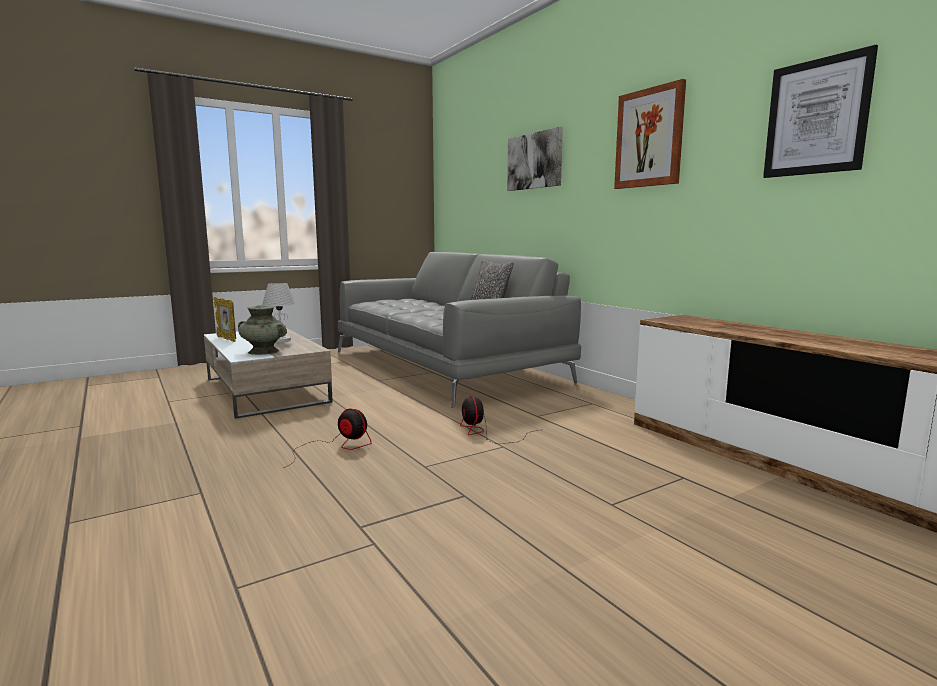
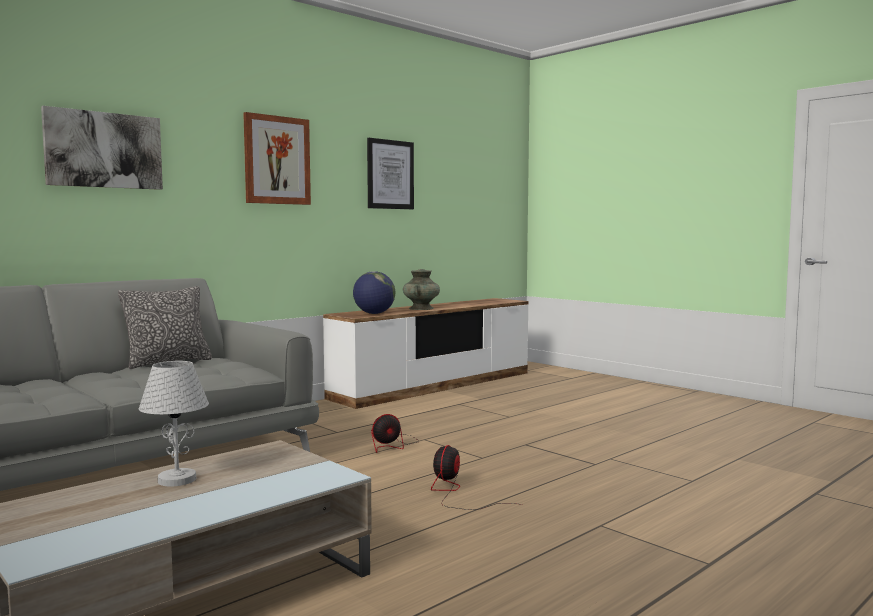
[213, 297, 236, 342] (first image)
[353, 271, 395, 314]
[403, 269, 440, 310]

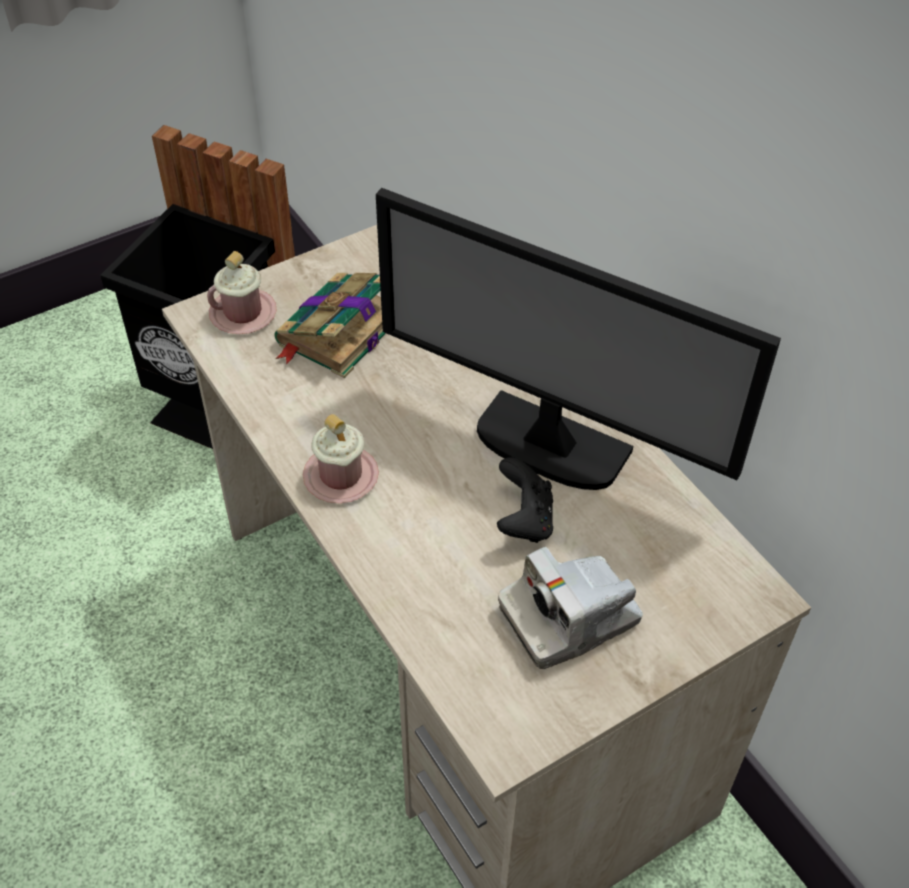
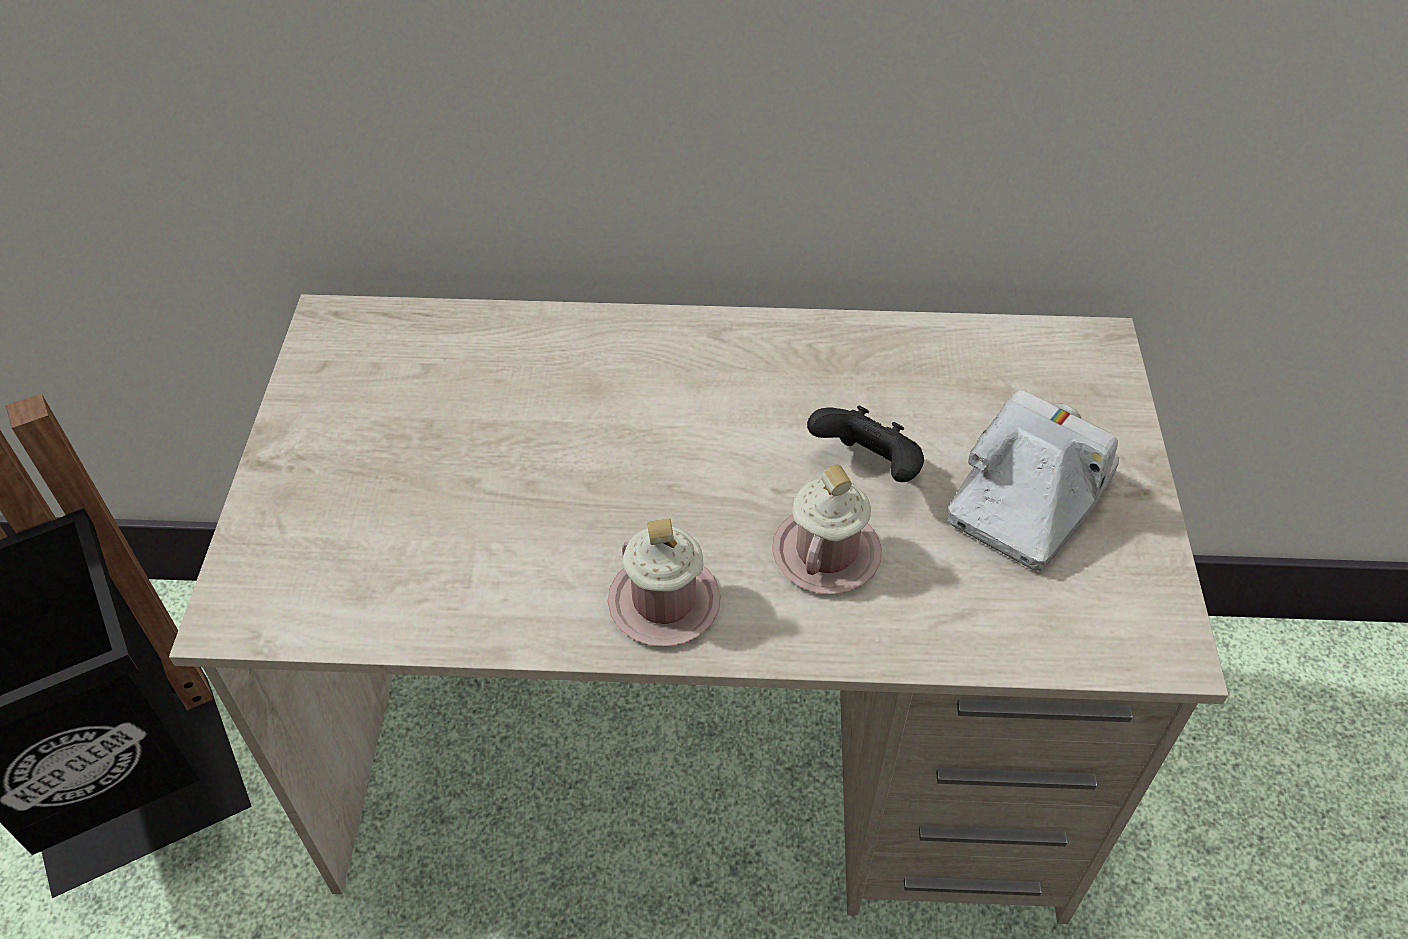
[275, 273, 386, 378] (first image)
[376, 188, 781, 490] (first image)
[772, 465, 882, 594]
[948, 390, 1119, 571]

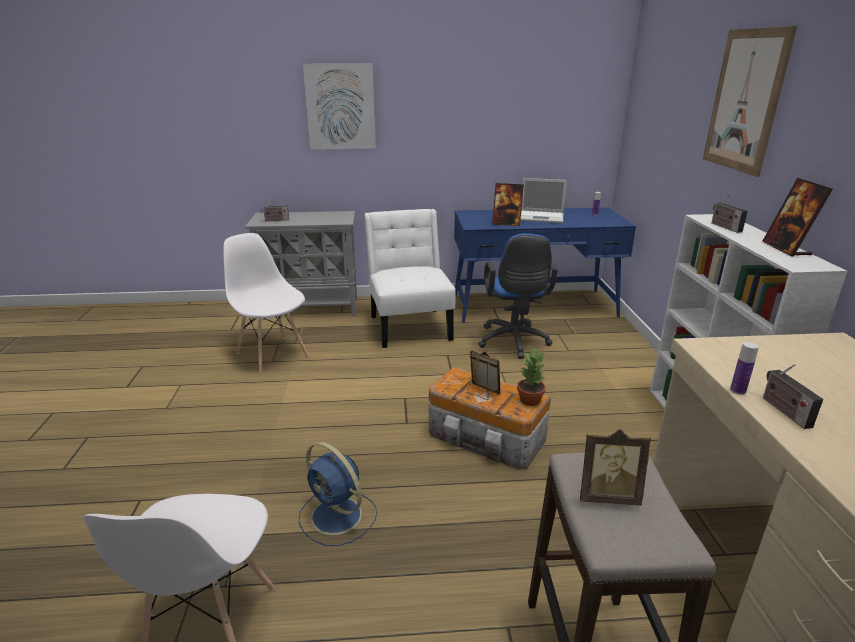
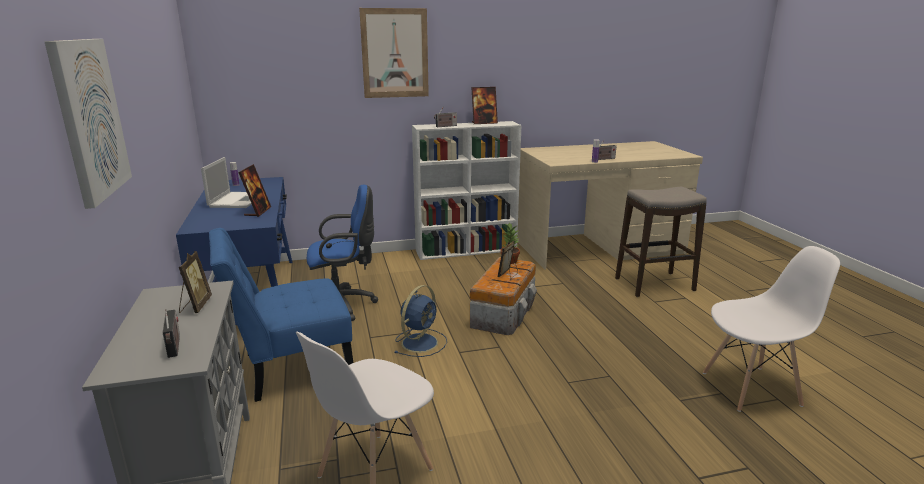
[395, 285, 447, 357]
[179, 251, 212, 313]
[209, 228, 354, 402]

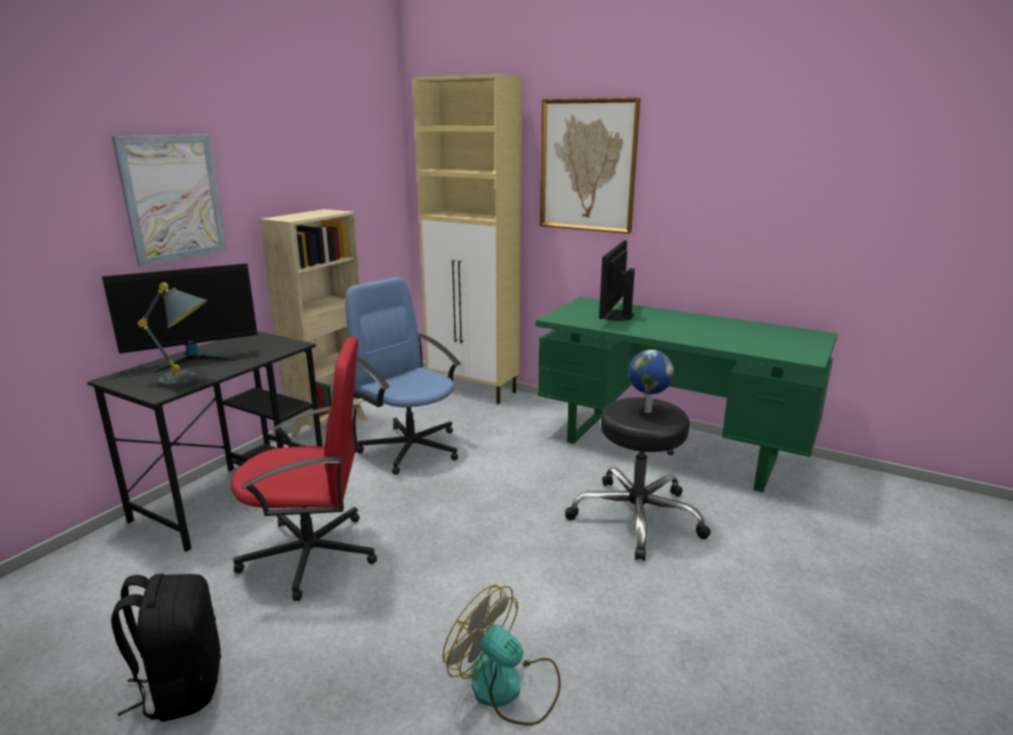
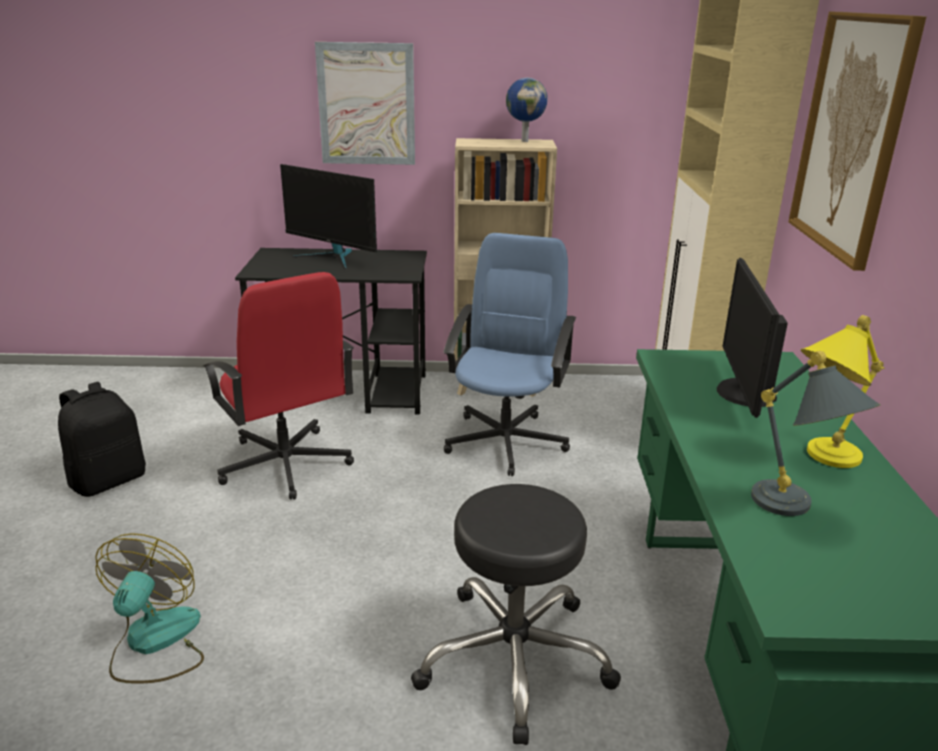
[801, 315, 885, 468]
[751, 351, 881, 516]
[506, 78, 548, 142]
[717, 258, 788, 418]

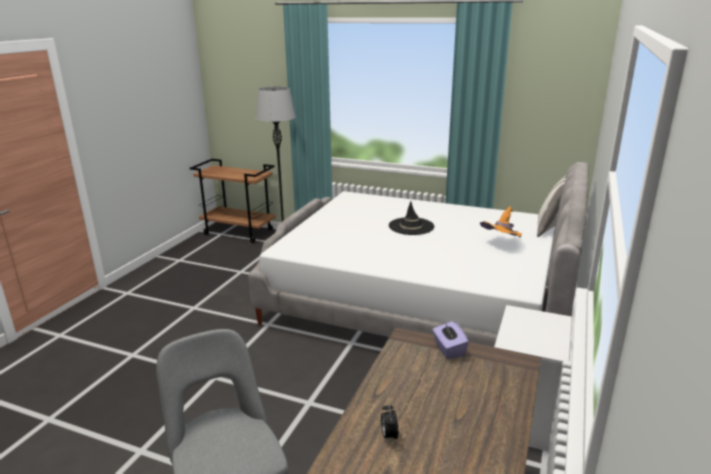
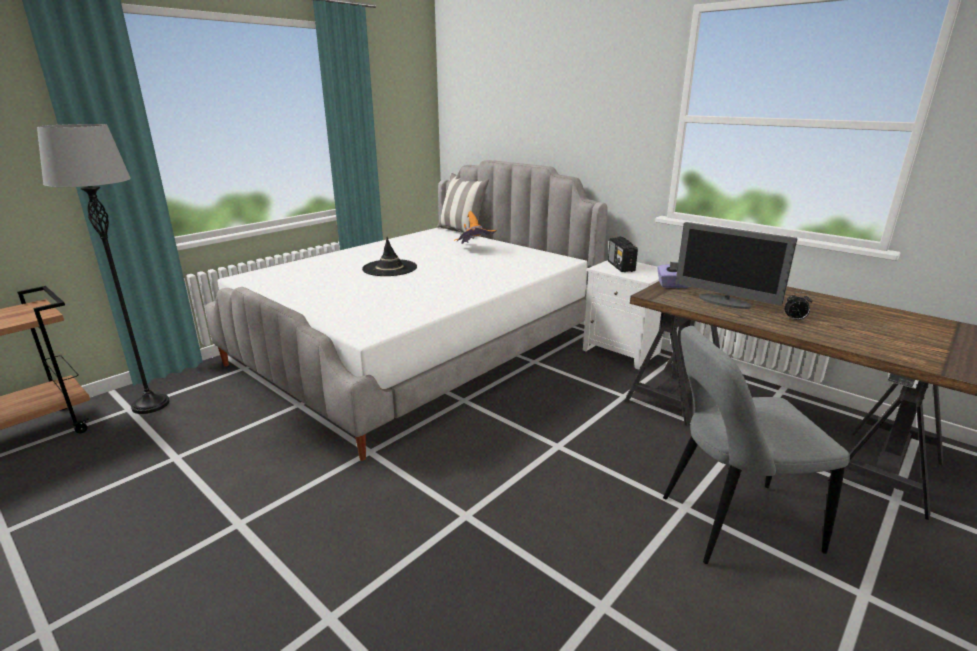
[608, 237, 638, 272]
[675, 222, 797, 309]

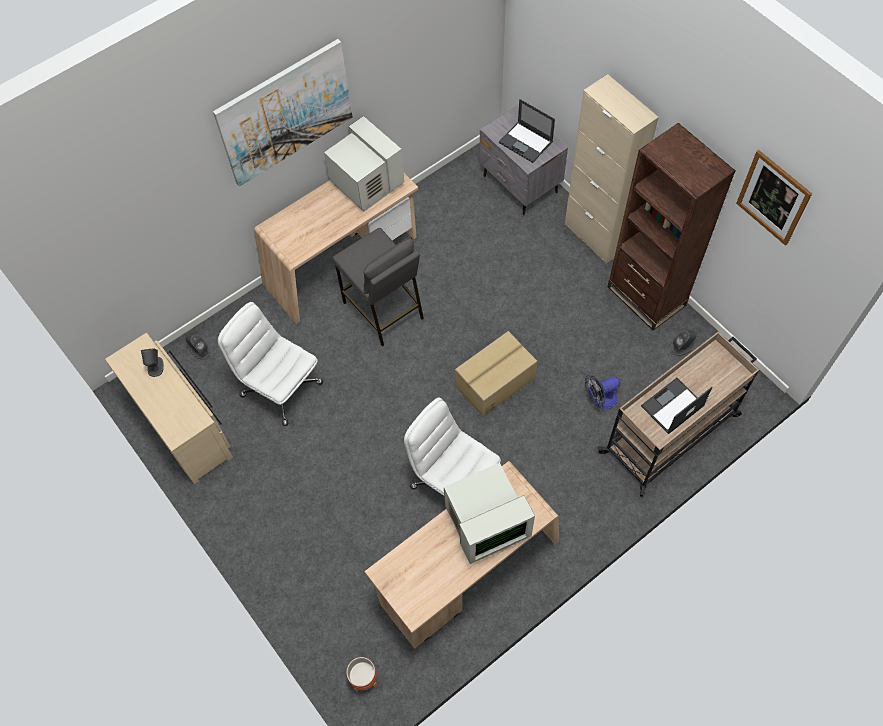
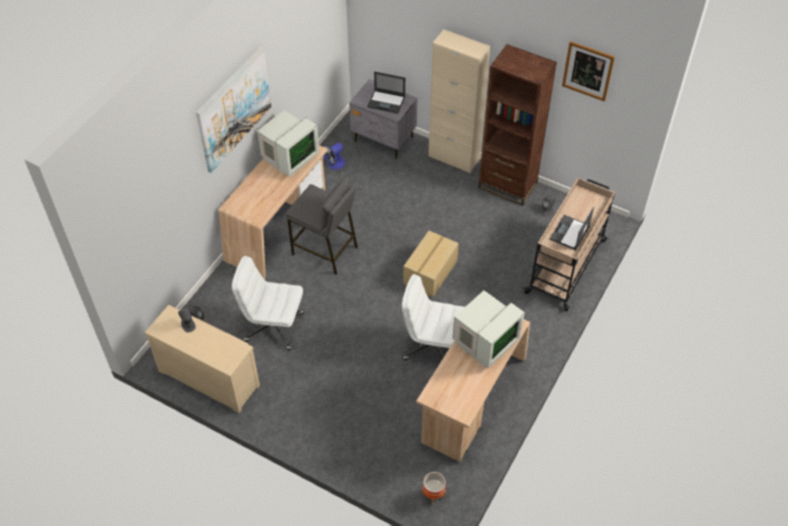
[320, 143, 345, 170]
[257, 110, 319, 177]

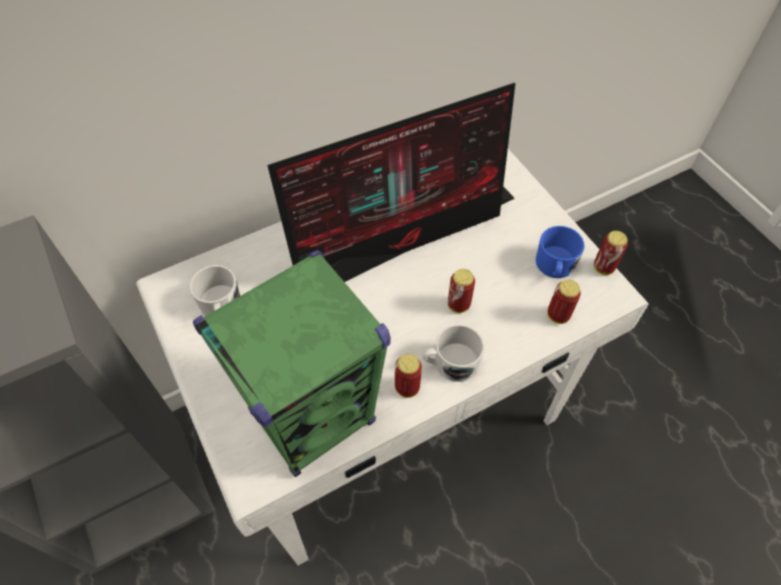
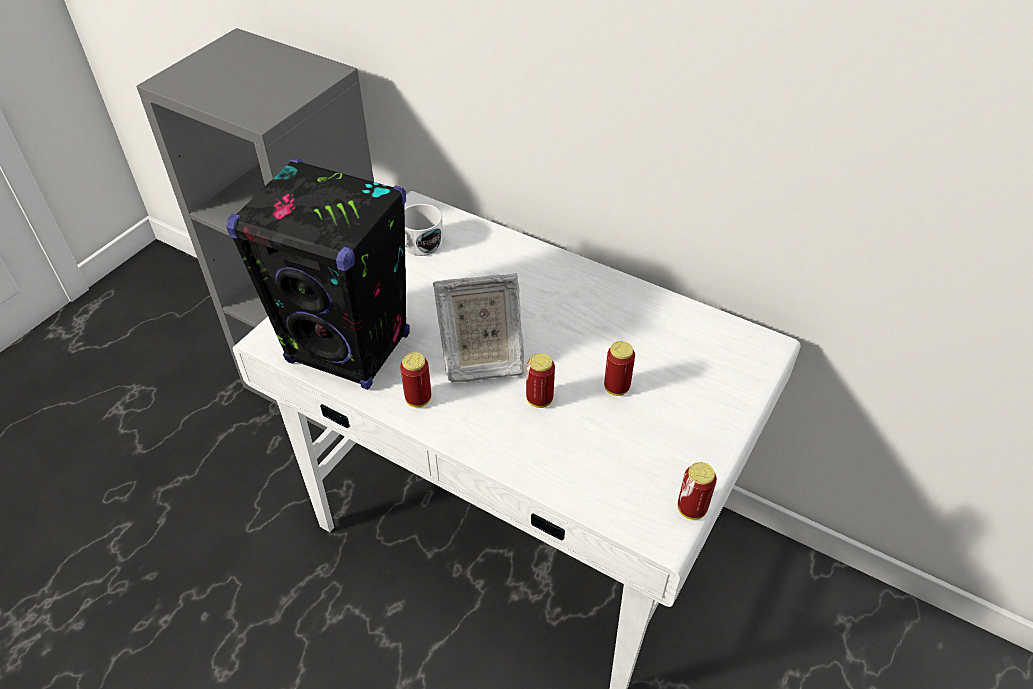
[267, 83, 515, 282] (first image)
[423, 325, 484, 382] (first image)
[536, 226, 585, 278] (first image)
[433, 273, 524, 382]
[604, 341, 635, 396]
[226, 158, 410, 390]

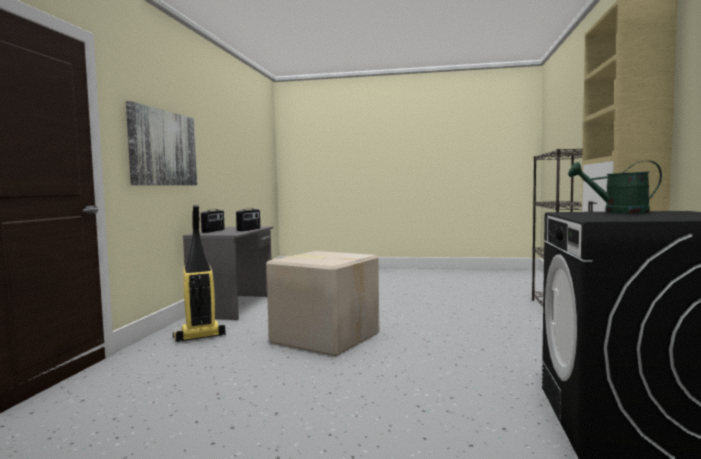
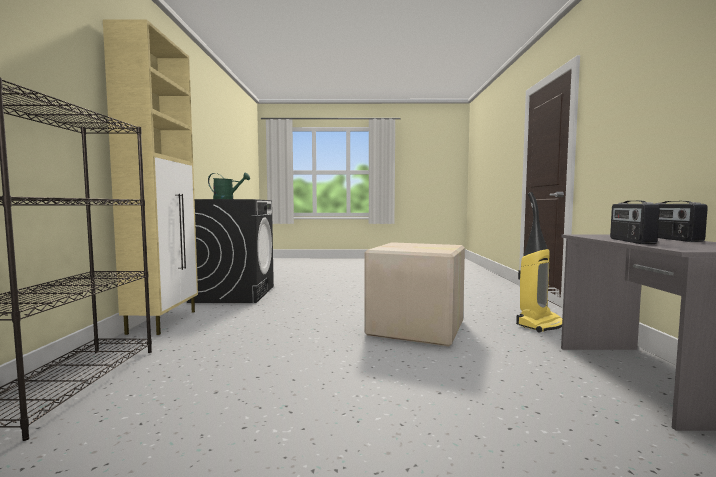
[126, 101, 197, 185] (first image)

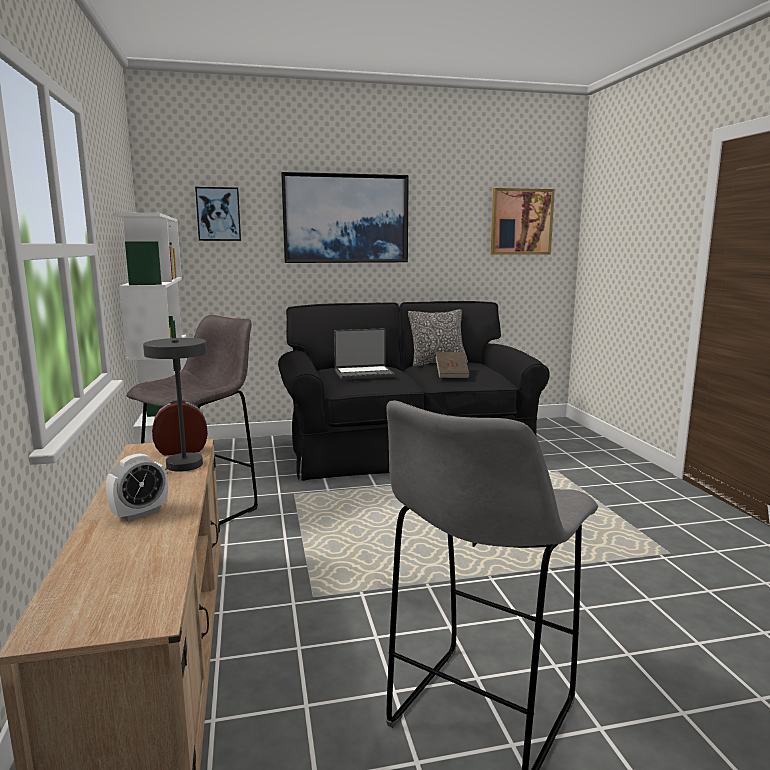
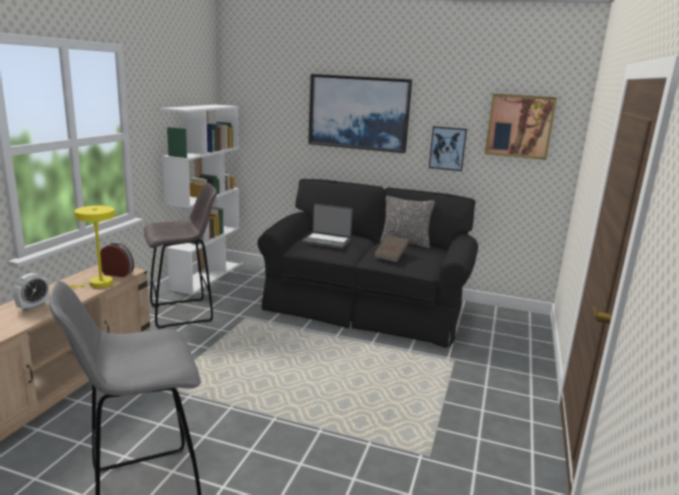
[429, 126, 467, 171]
[68, 206, 115, 289]
[13, 273, 49, 311]

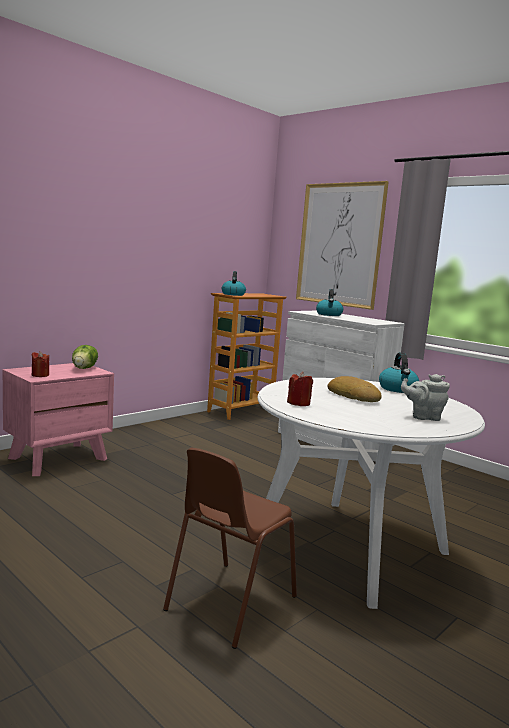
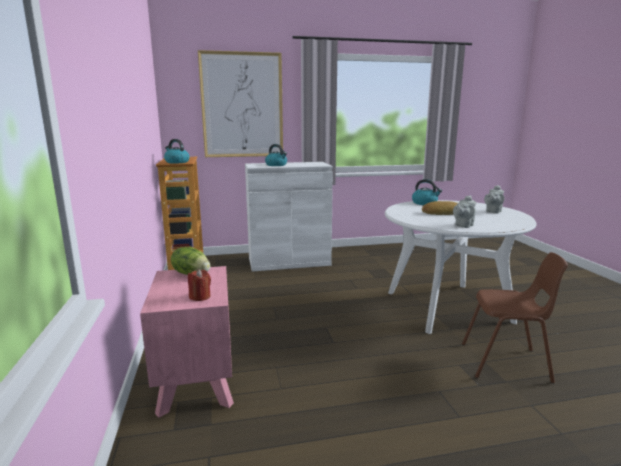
[453, 195, 476, 228]
[462, 252, 568, 384]

